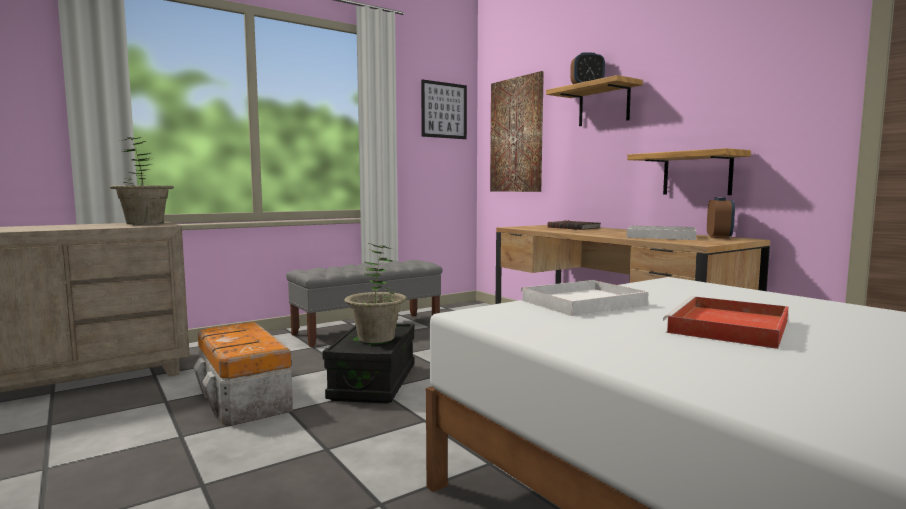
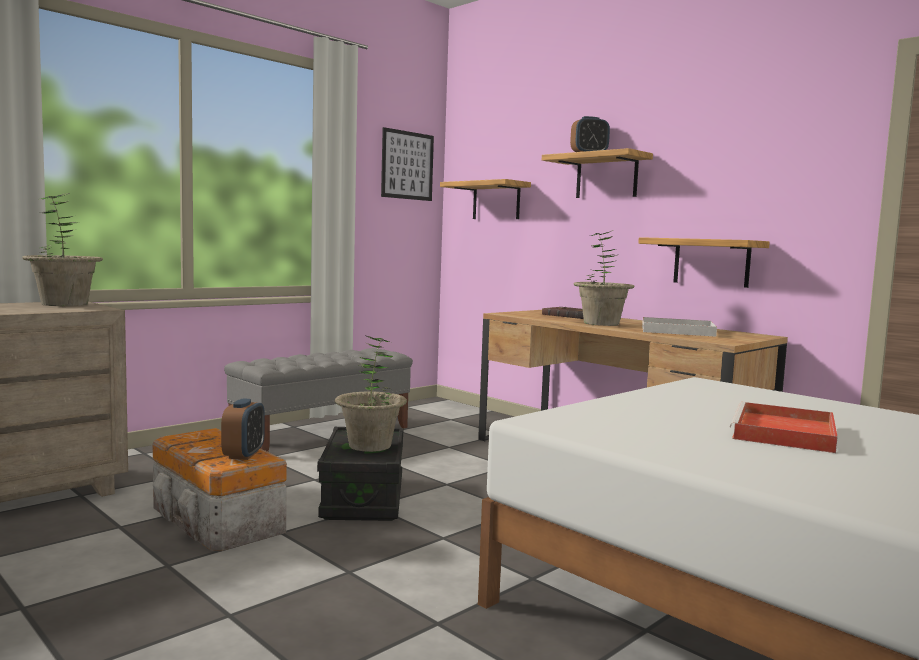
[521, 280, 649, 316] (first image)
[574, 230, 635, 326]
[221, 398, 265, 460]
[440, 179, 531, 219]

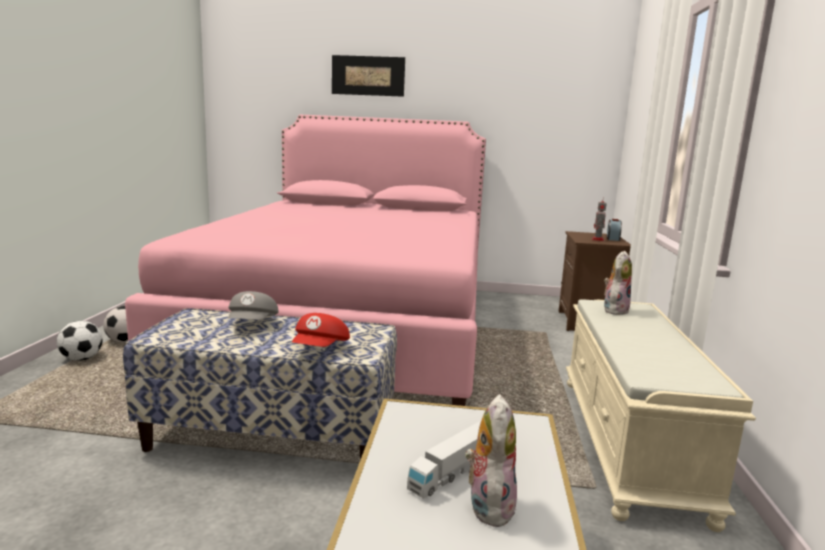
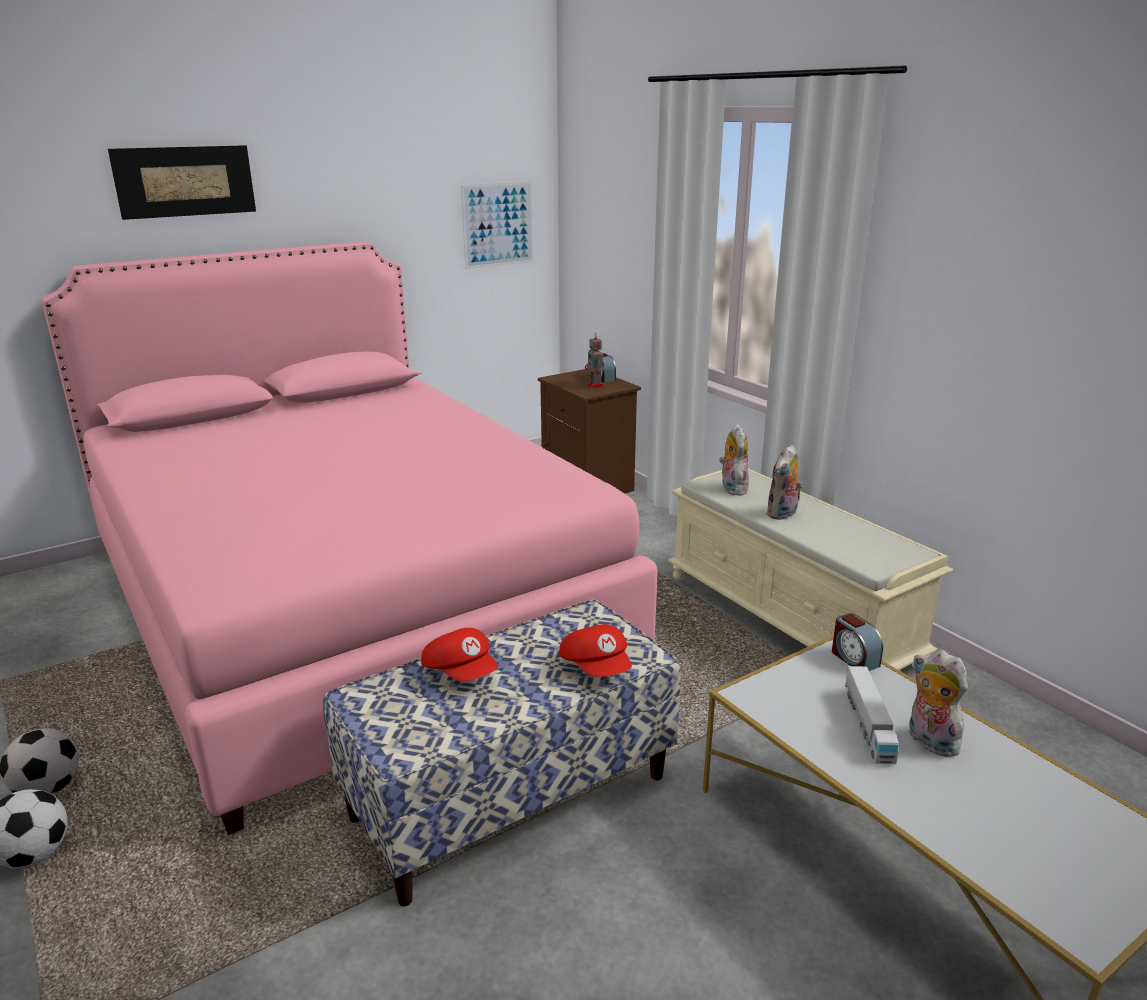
[461, 181, 534, 269]
[766, 444, 803, 520]
[832, 613, 883, 671]
[421, 628, 498, 681]

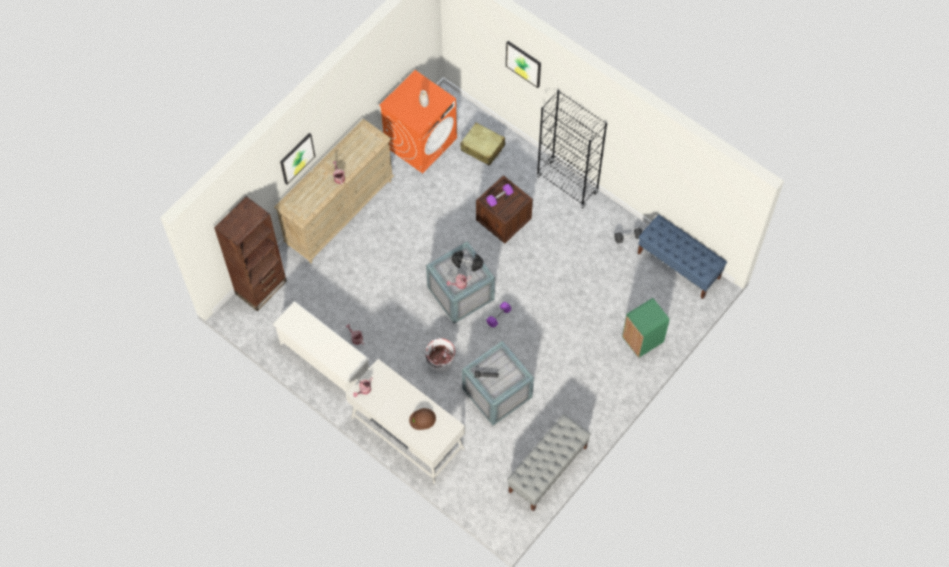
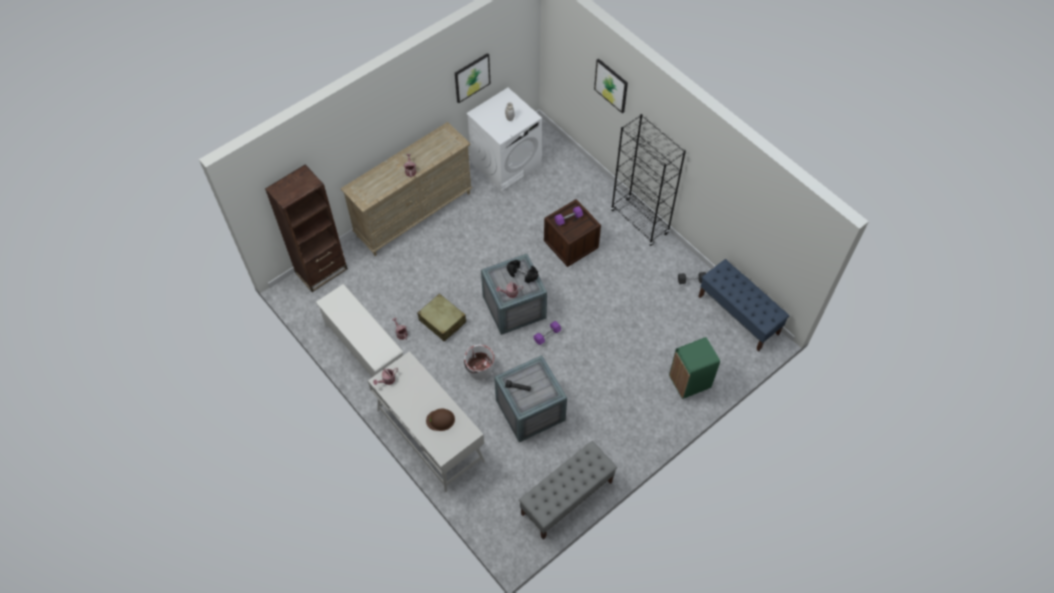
[455, 53, 491, 103]
[417, 294, 466, 342]
[466, 88, 542, 191]

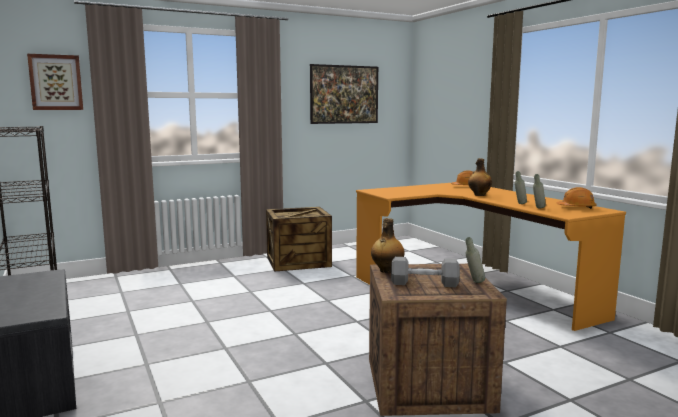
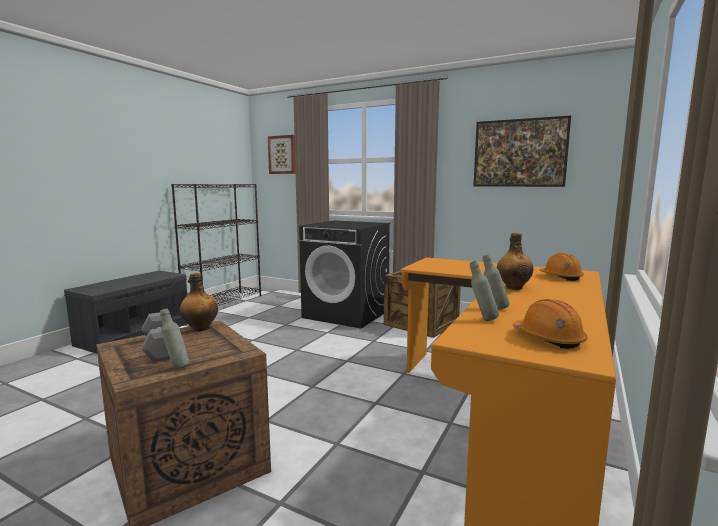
[299, 220, 390, 328]

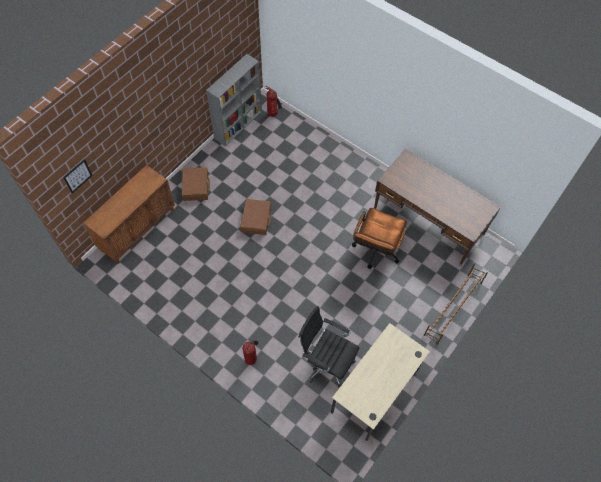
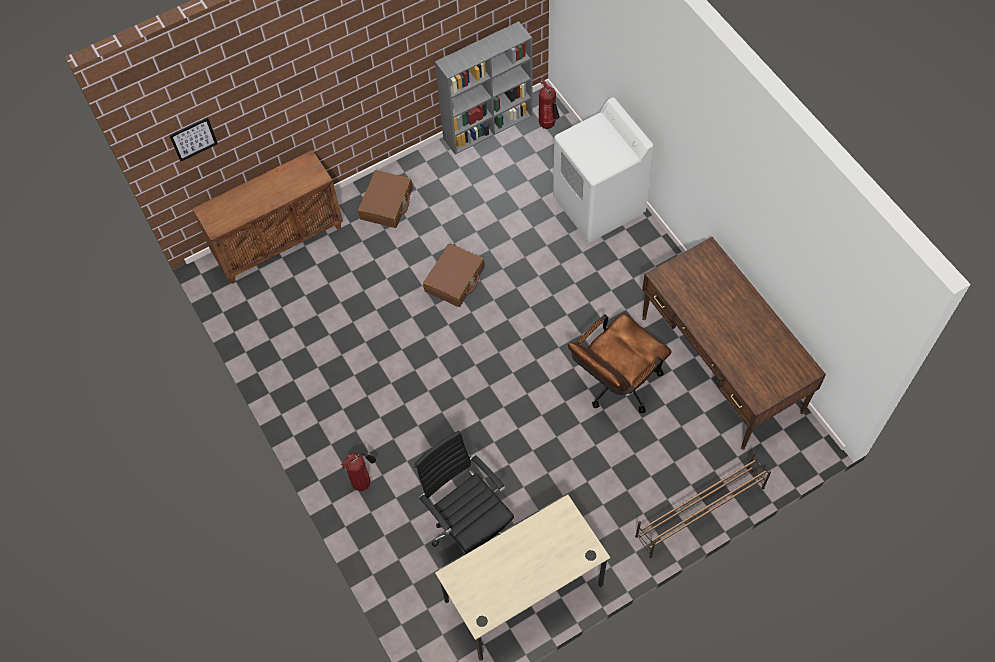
[553, 97, 654, 243]

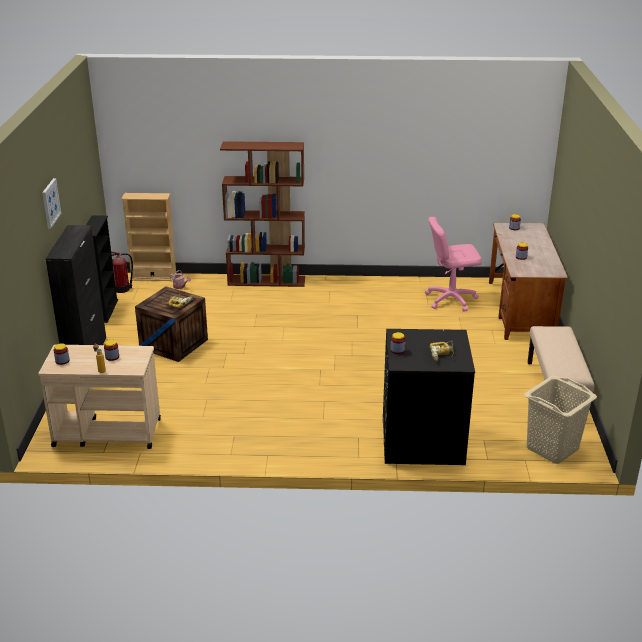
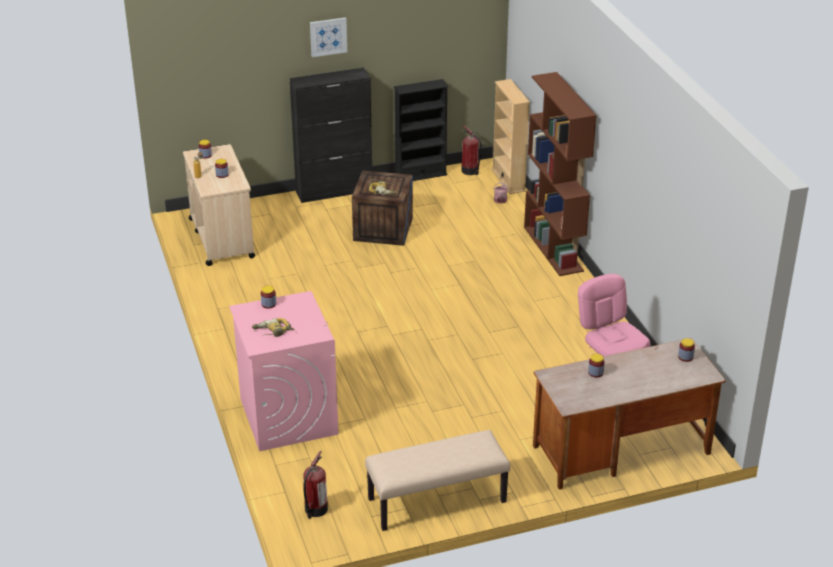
[303, 451, 328, 519]
[229, 291, 339, 451]

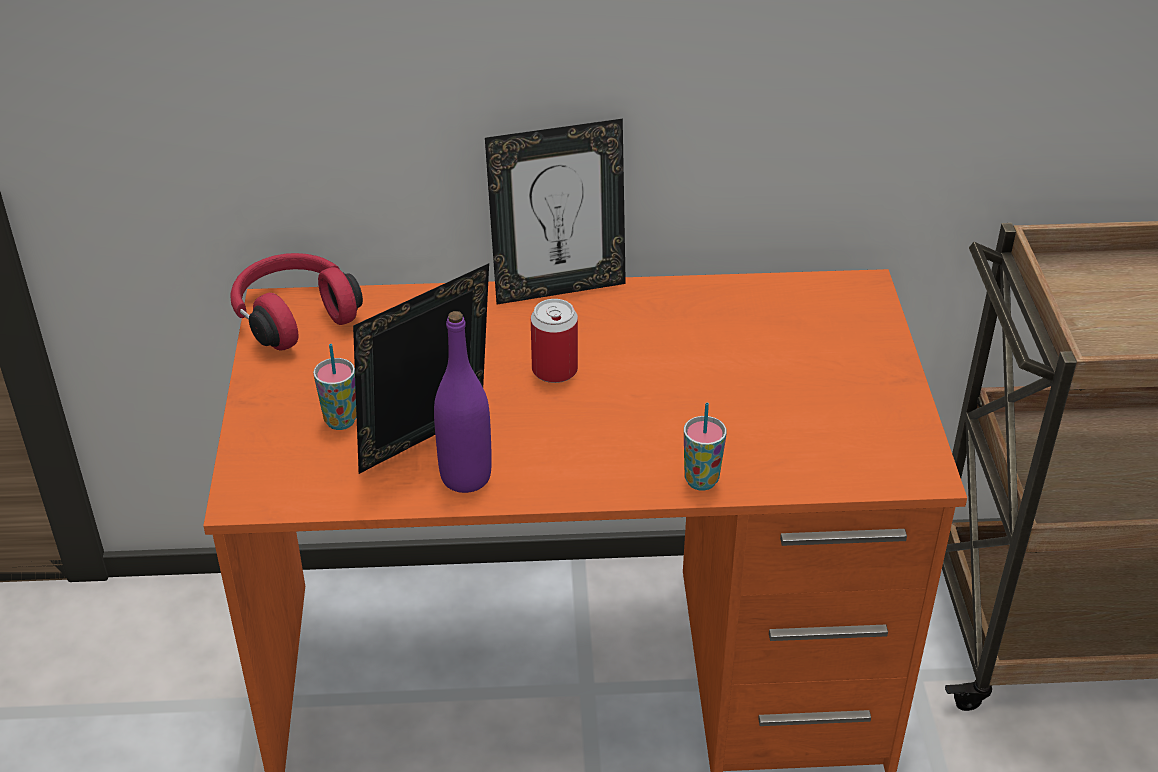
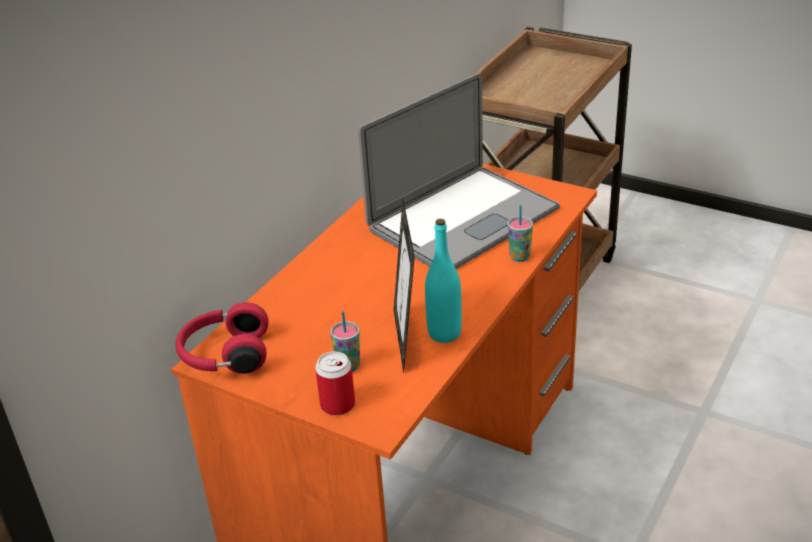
[485, 119, 626, 304] (first image)
[358, 72, 560, 269]
[315, 351, 355, 416]
[425, 219, 462, 343]

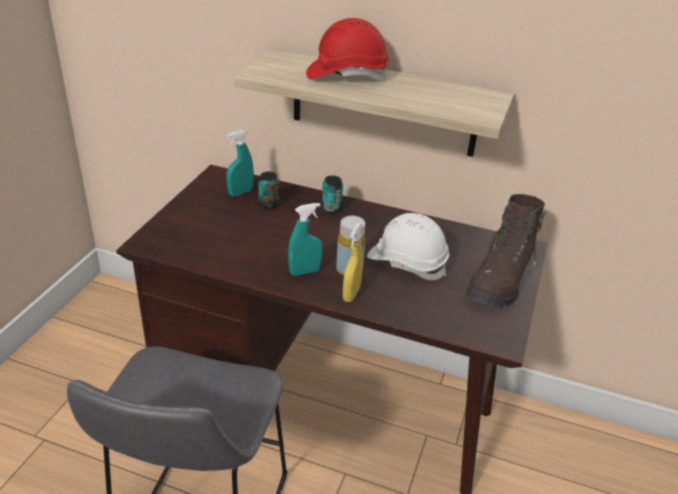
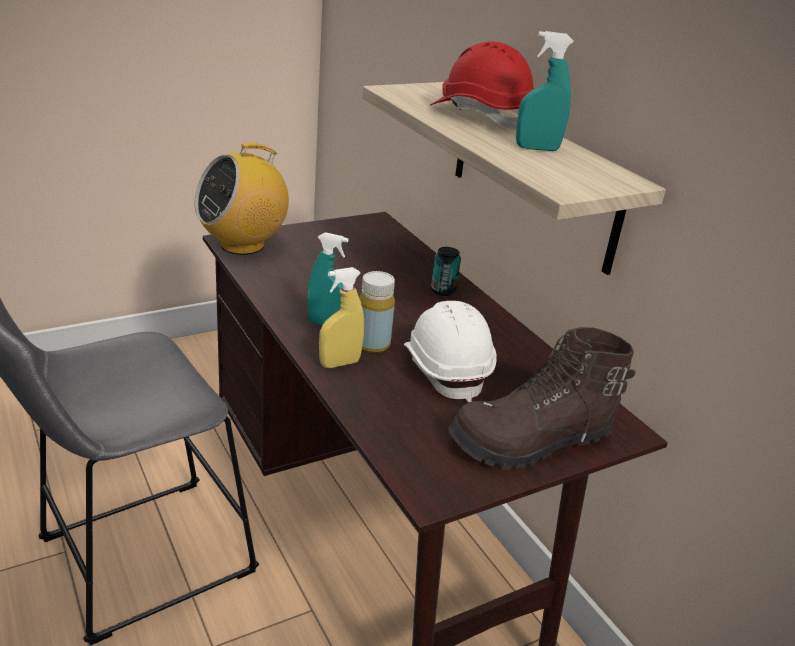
[258, 172, 279, 210] (first image)
[194, 143, 289, 255]
[516, 31, 574, 151]

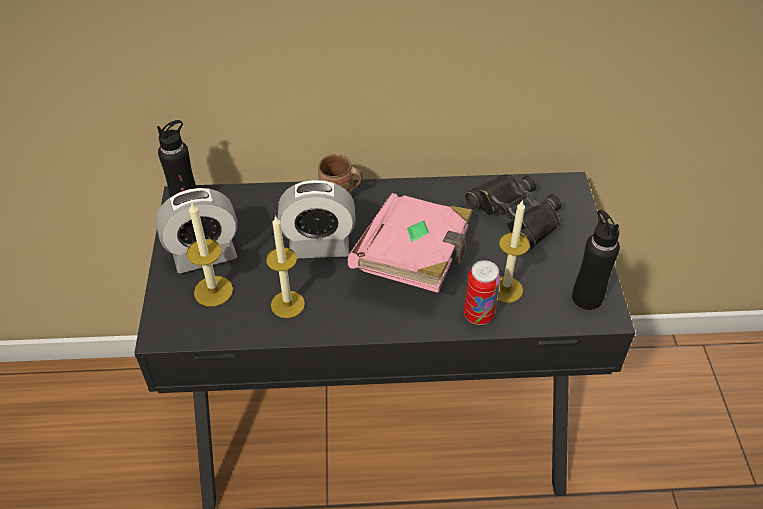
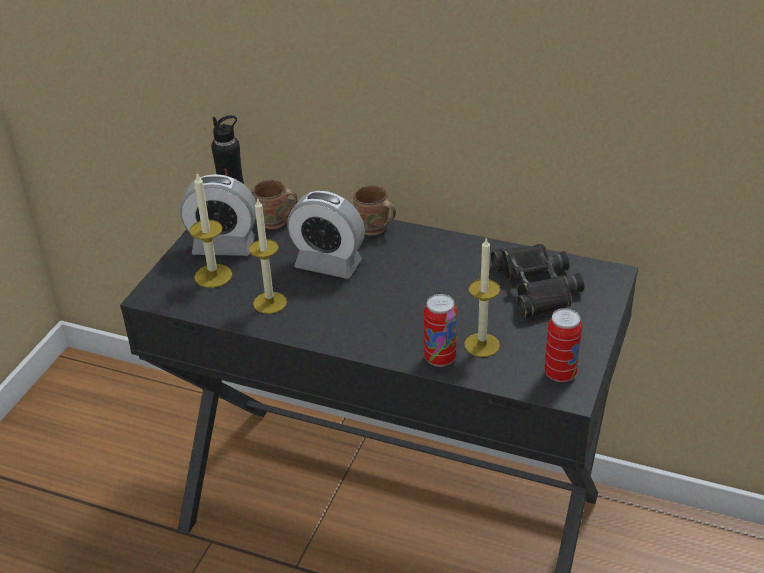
[348, 193, 473, 293] (first image)
[252, 180, 297, 229]
[544, 308, 582, 382]

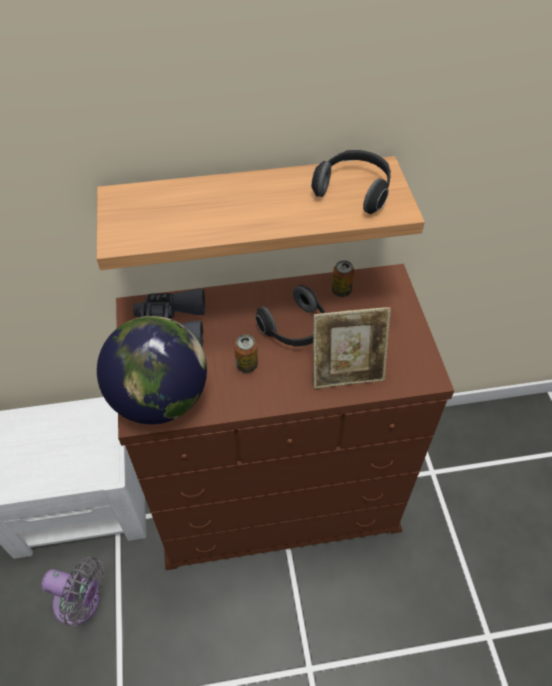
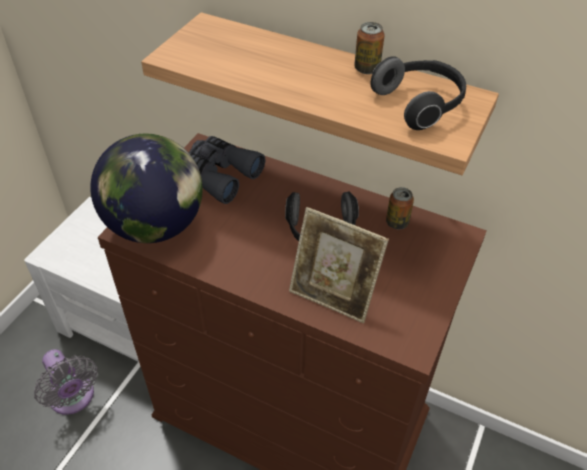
[354, 22, 385, 74]

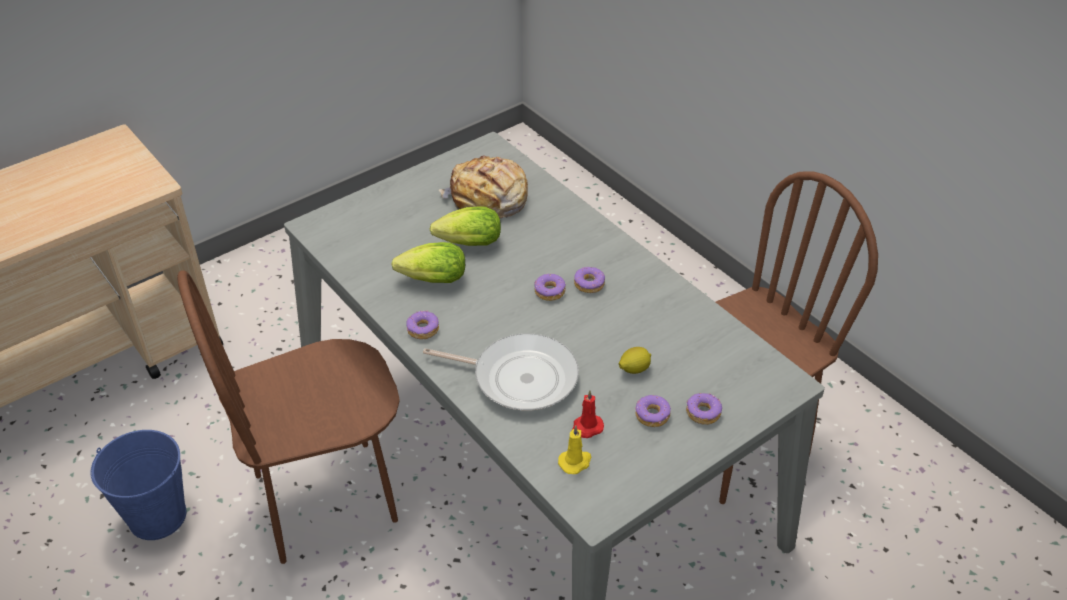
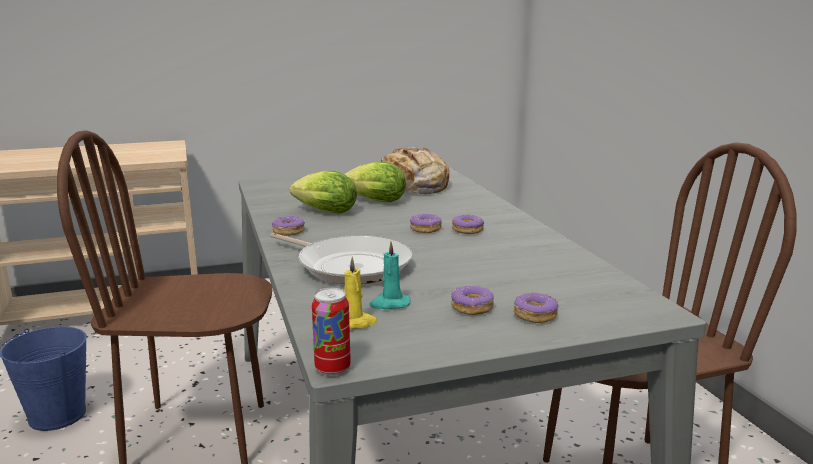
[619, 347, 651, 374] (first image)
[312, 288, 351, 376]
[369, 241, 410, 309]

